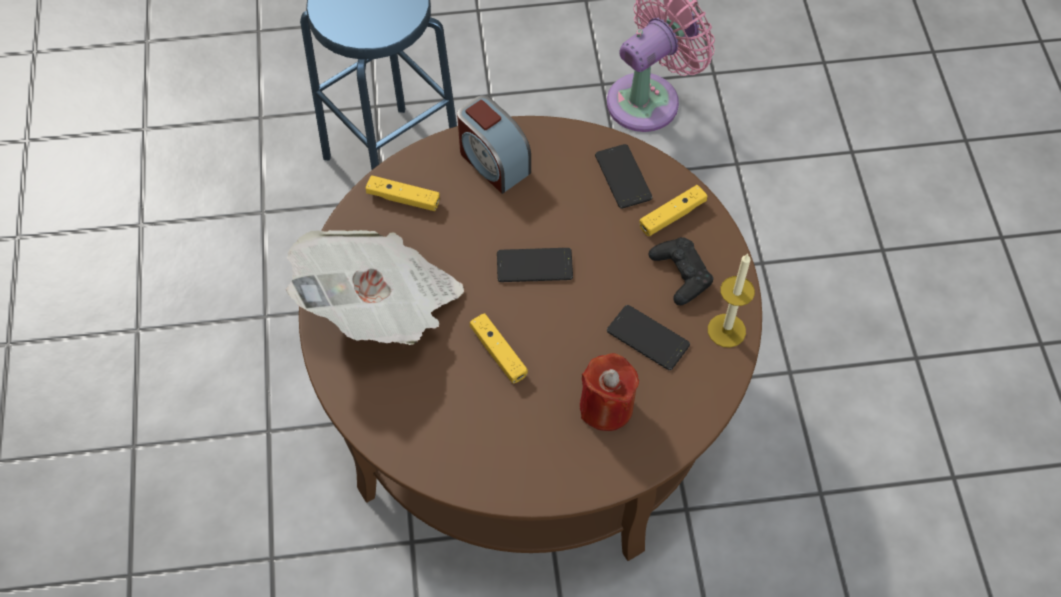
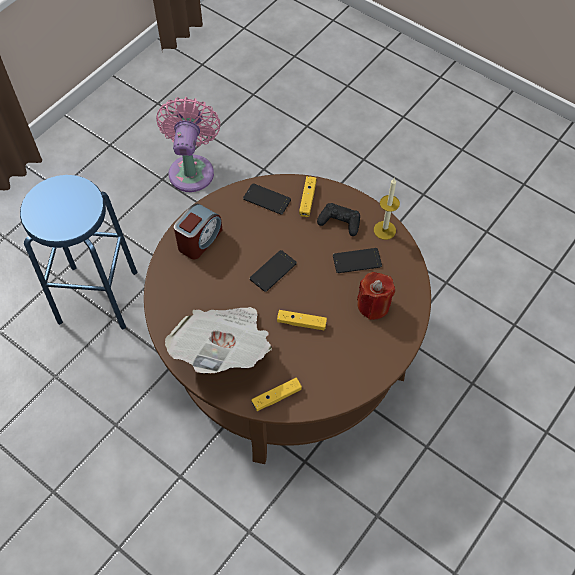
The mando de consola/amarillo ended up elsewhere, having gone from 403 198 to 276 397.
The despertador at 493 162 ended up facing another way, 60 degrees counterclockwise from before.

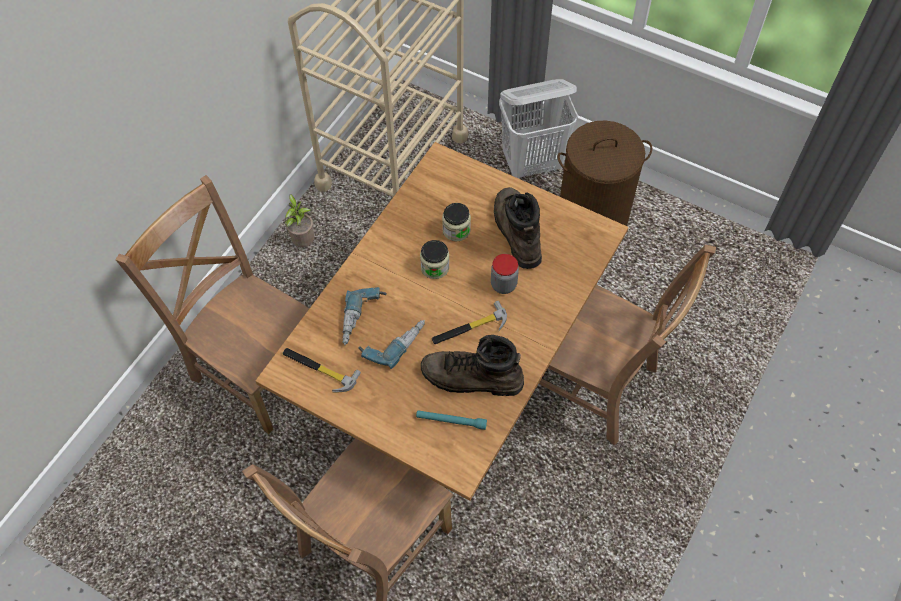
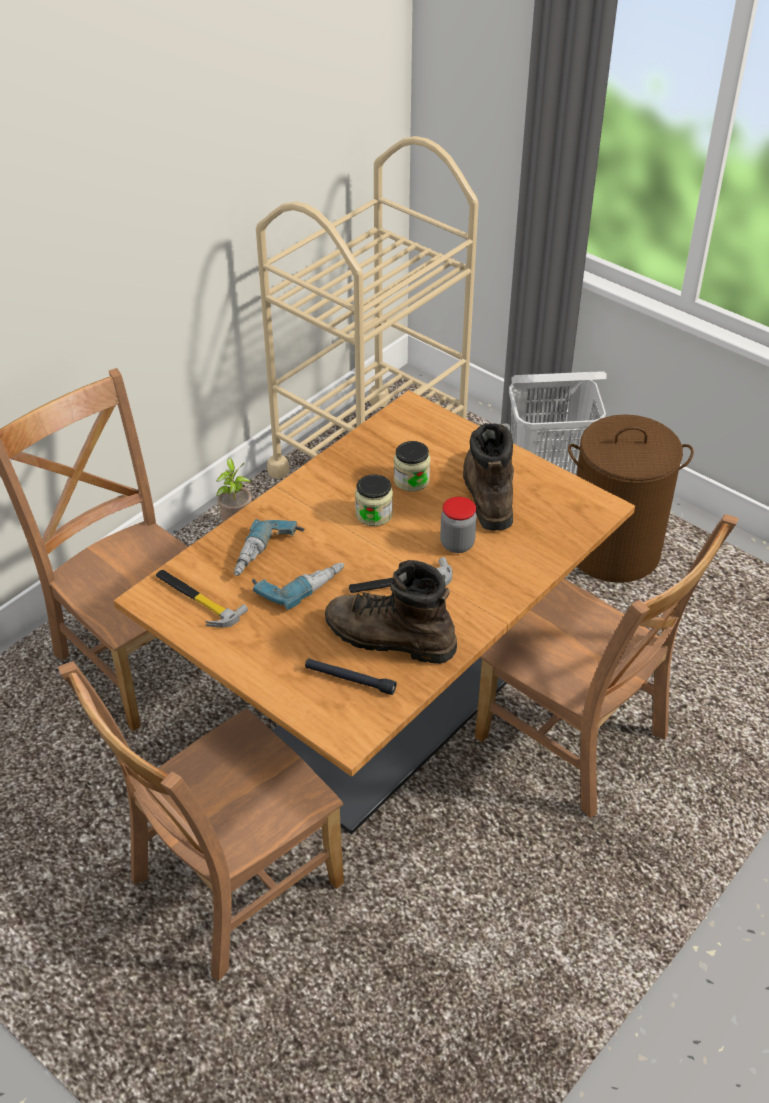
What was the linterna/turquesa at 451 421 turned into the linterna/negro at 349 680.

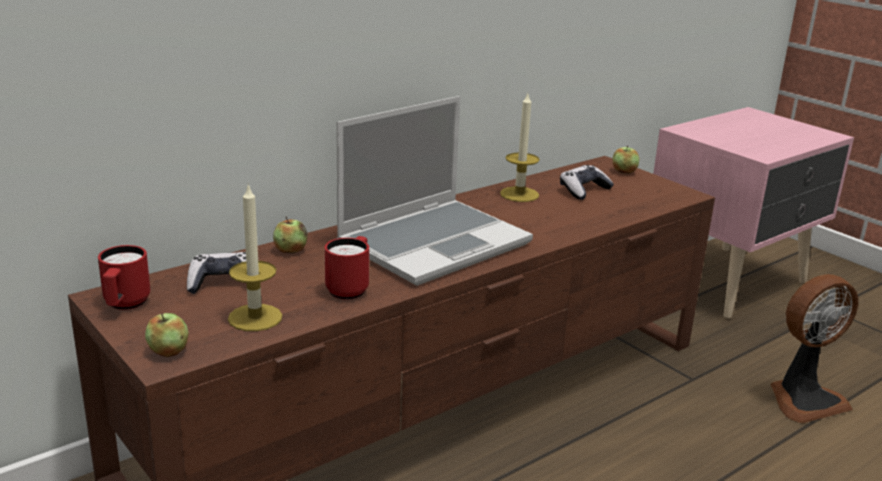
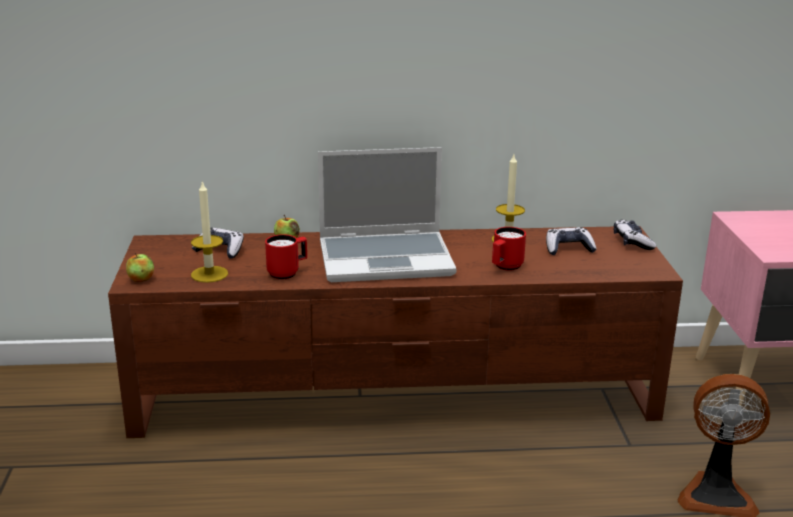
The taza grande/rojo ended up elsewhere, having gone from 124 305 to 505 267.
Where the manzana stood at 624 171, the mando de consola came to stand at 632 242.

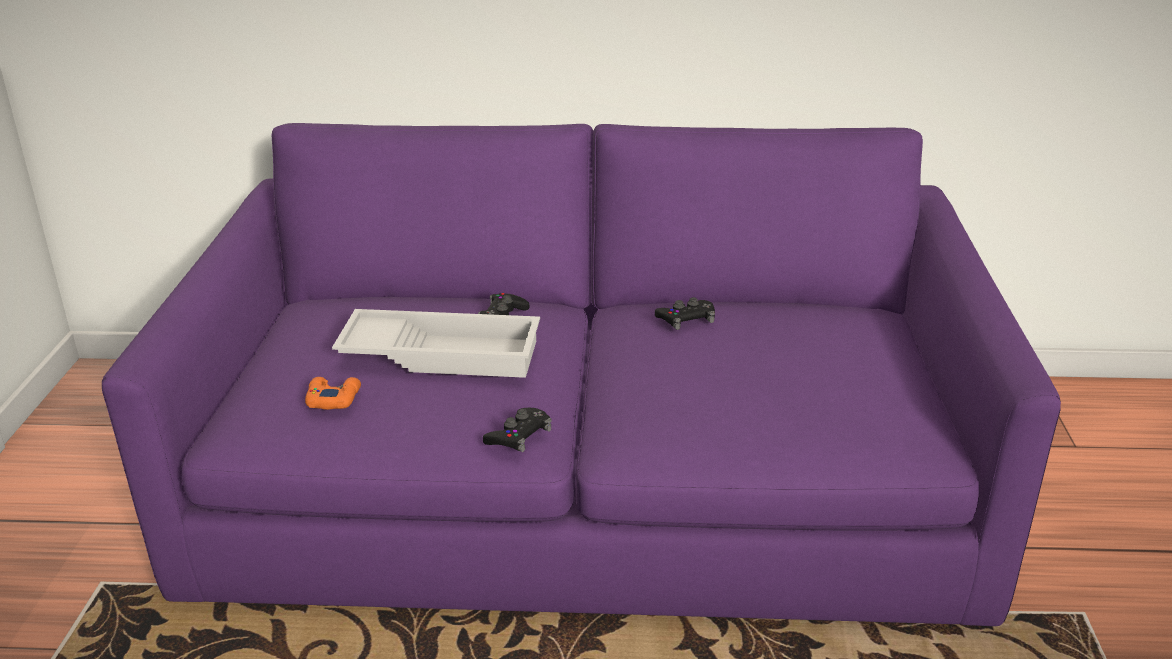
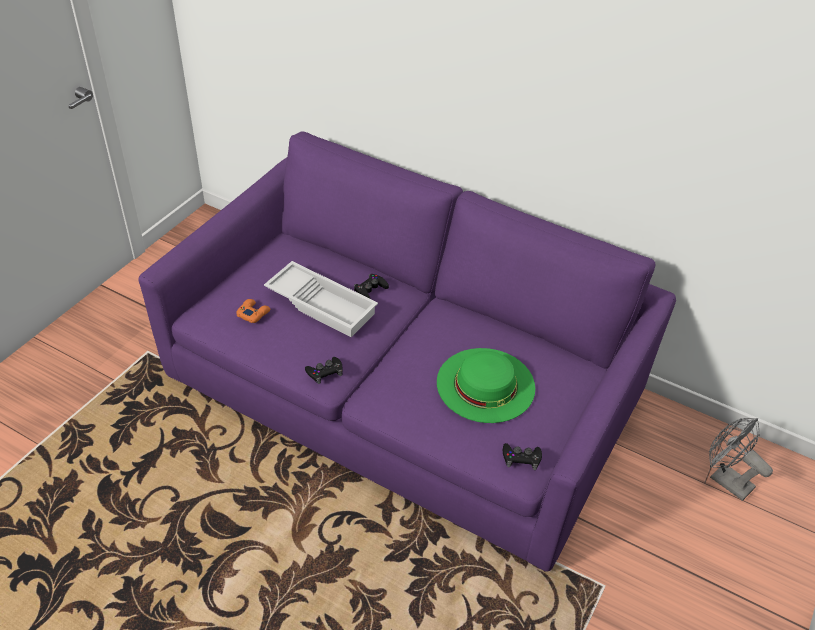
The second view gained the sombrero/verde at 485 384.
The second view gained the ventilador/gris at 725 479.
The mando de consola/negro ended up elsewhere, having gone from 686 319 to 521 458.

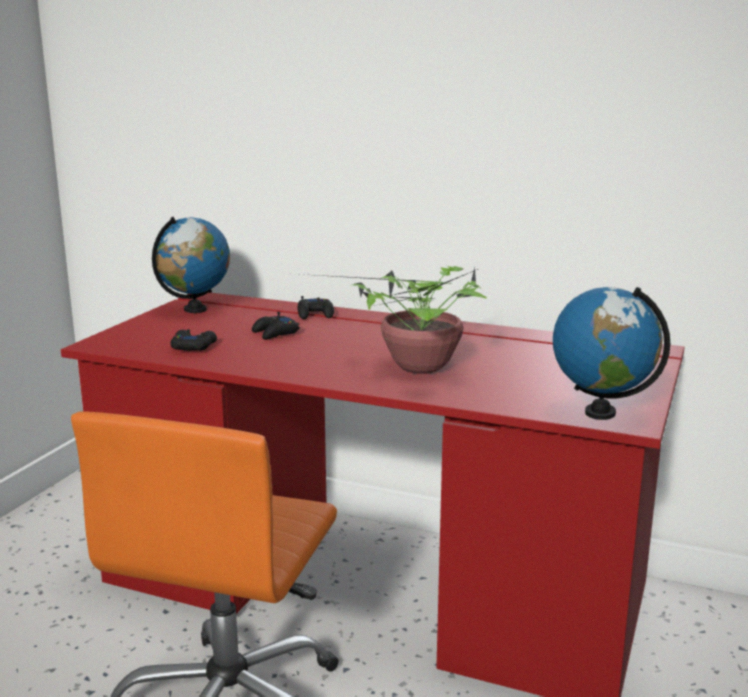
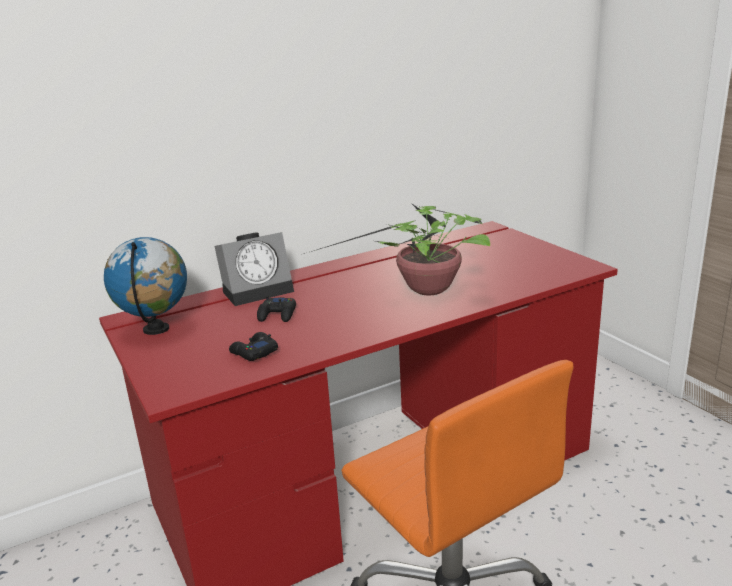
The second view lost the globo terráqueo at 600 413.
Where the mando de consola/negro stood at 315 314, the despertador came to stand at 259 290.

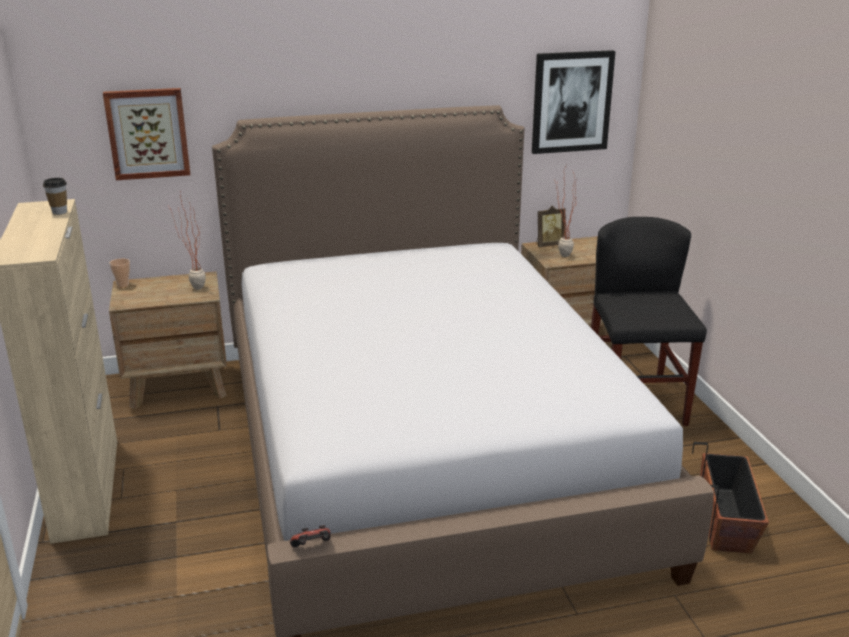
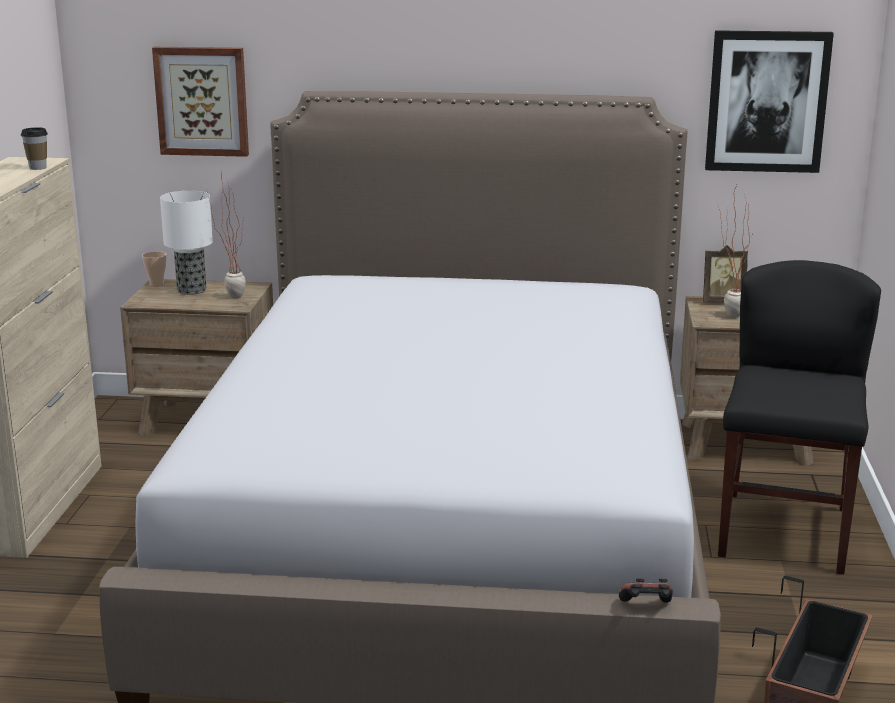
The second view gained the lámpara de mesa at 190 290.
The mando de consola ended up elsewhere, having gone from 312 547 to 646 607.

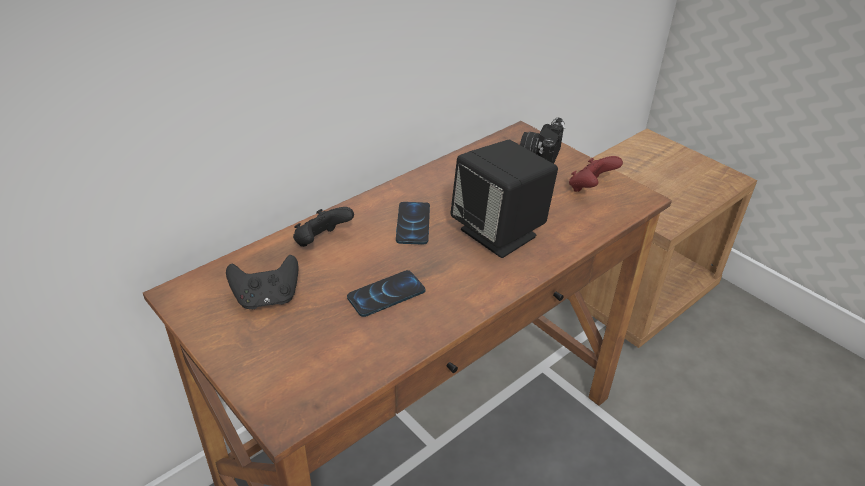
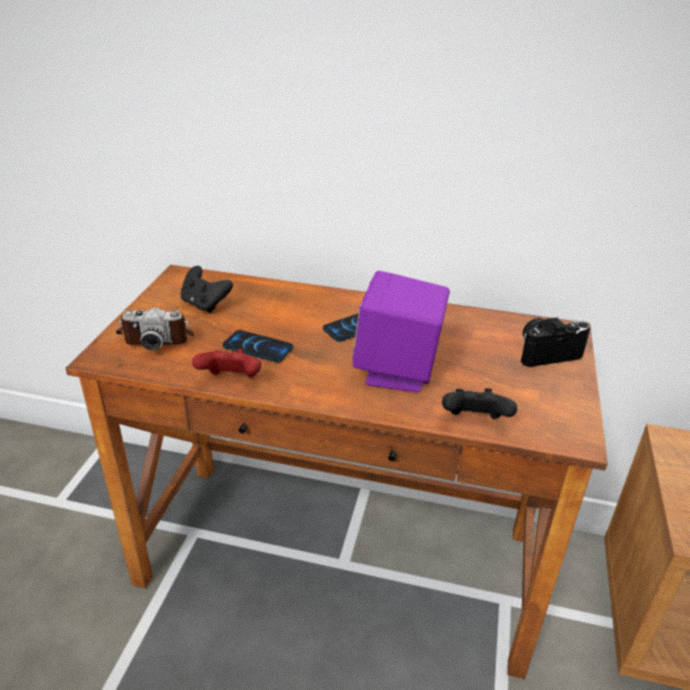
The second view gained the cámara at 157 336.
The mando de consola/negro ended up elsewhere, having gone from 321 242 to 474 422.
The mando de consola/rojo ended up elsewhere, having gone from 590 188 to 231 381.
What was the altavoz/negro at 499 233 turned into the altavoz/morado at 398 371.

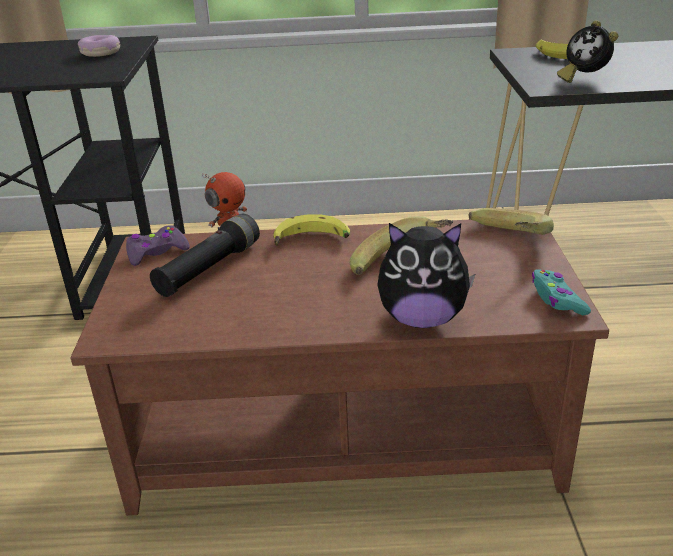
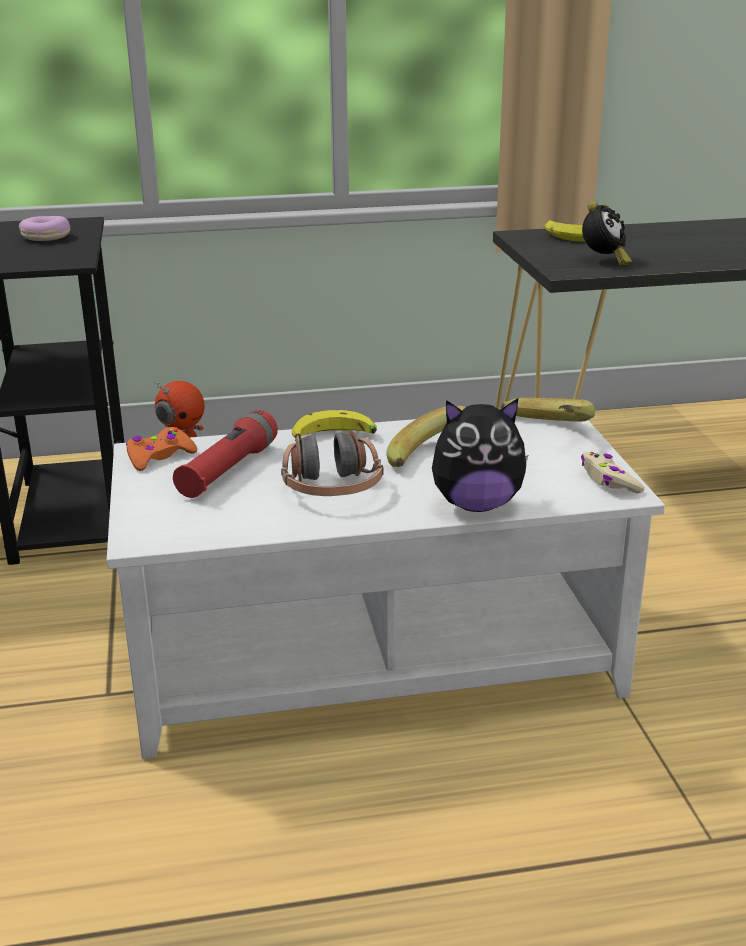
The second view gained the auriculares at 331 488.
What was the mesa de centro/marrón at 344 431 turned into the mesa de centro/blanco at 374 659.
What was the mando de consola/morado at 156 252 turned into the mando de consola/naranja at 159 457.
What was the linterna/negro at 209 269 turned into the linterna/rojo at 228 470.
What was the mando de consola/turquesa at 557 299 turned into the mando de consola/beis at 609 481.
The despertador at 583 78 ended up facing another way, 105 degrees counterclockwise from before.

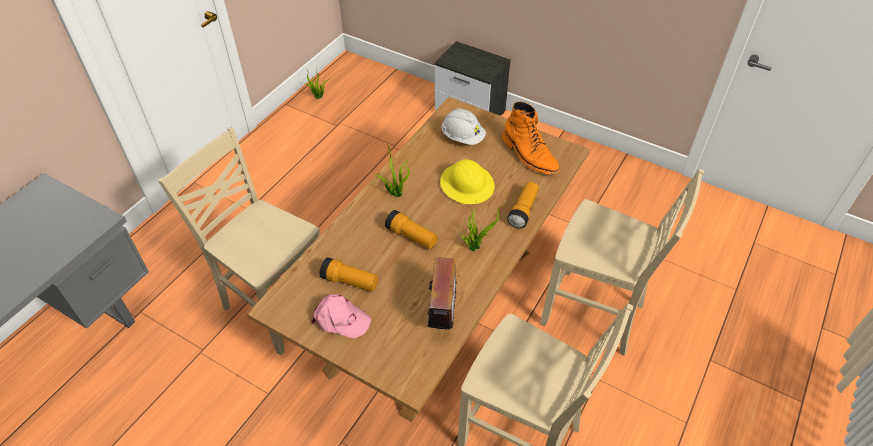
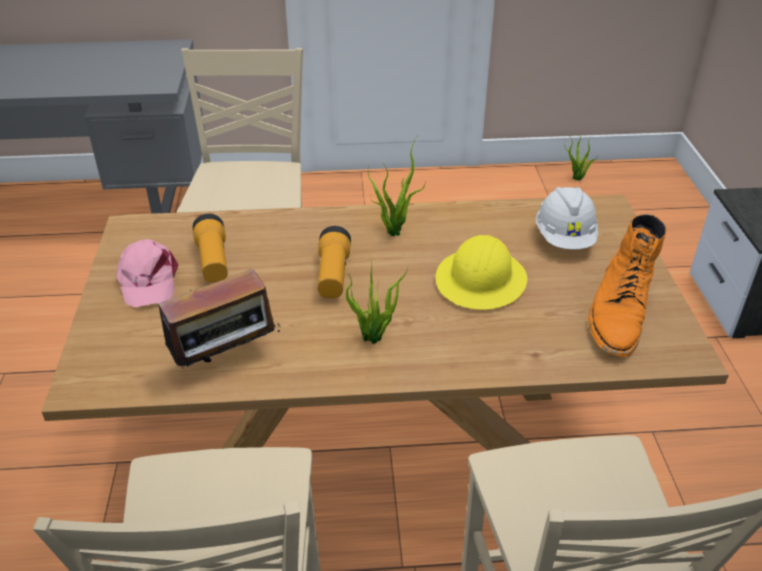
The second view lost the linterna at 523 210.

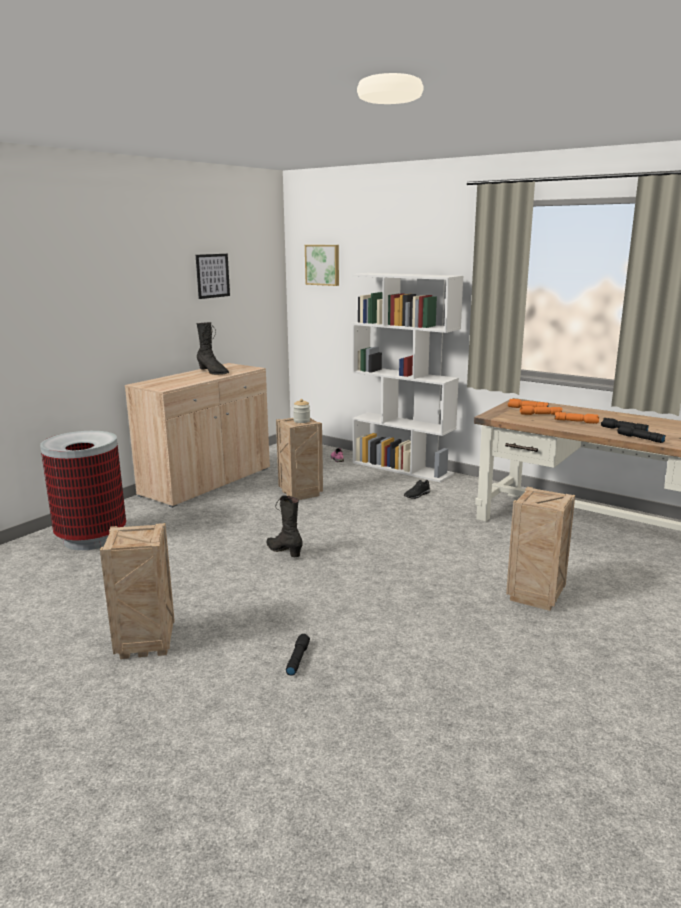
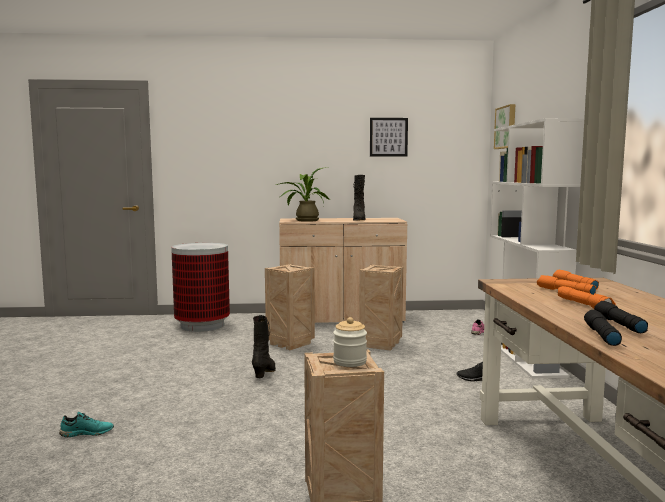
The second view gained the planta en maceta at 304 220.
The caja de embalaje ended up elsewhere, having gone from 144 644 to 289 344.
The tarro ended up elsewhere, having gone from 301 421 to 350 362.
Where the linterna/negro stood at 297 659, the zapato/turquesa came to stand at 87 433.

